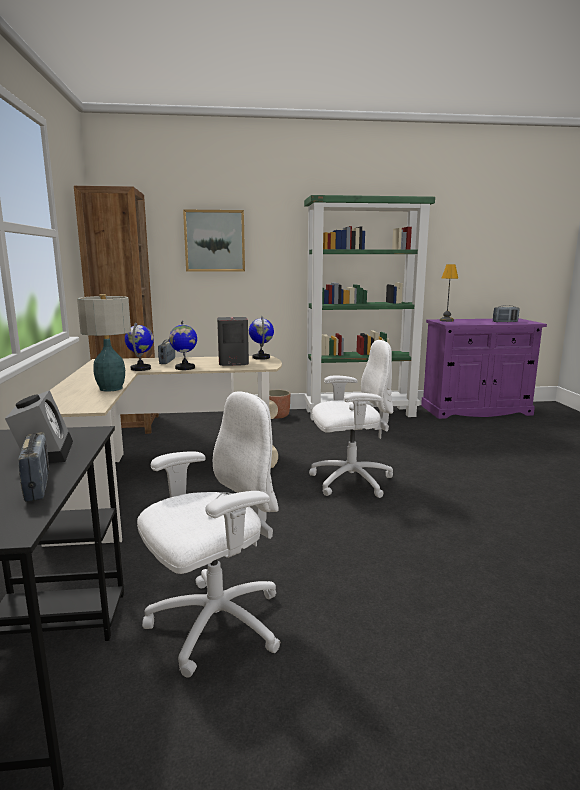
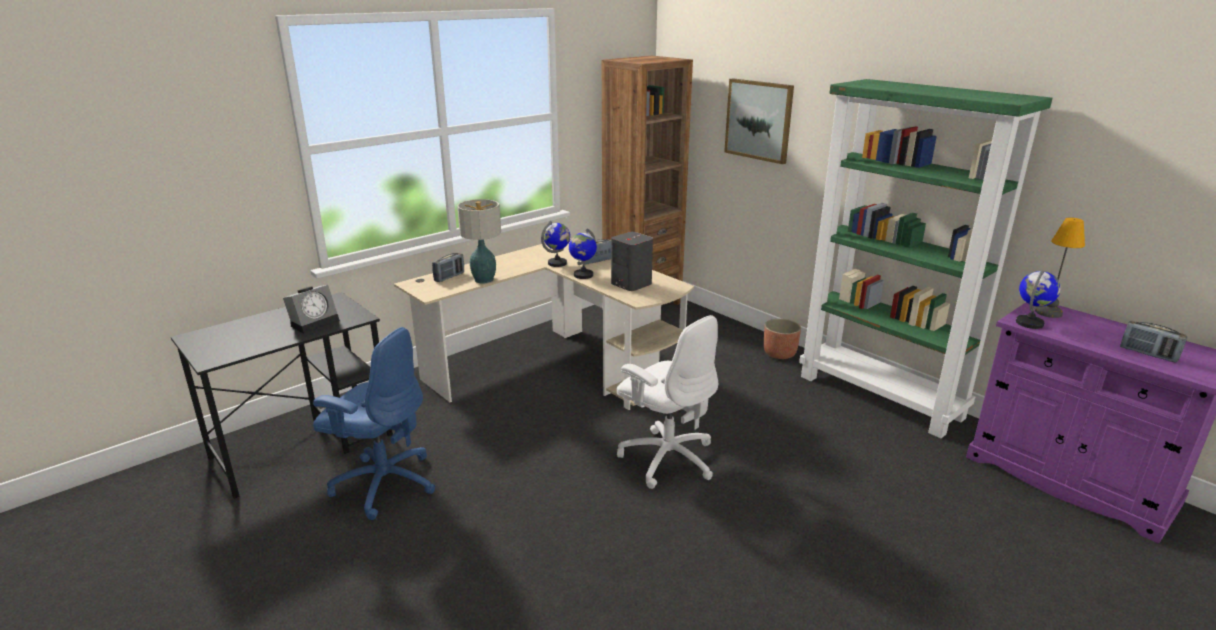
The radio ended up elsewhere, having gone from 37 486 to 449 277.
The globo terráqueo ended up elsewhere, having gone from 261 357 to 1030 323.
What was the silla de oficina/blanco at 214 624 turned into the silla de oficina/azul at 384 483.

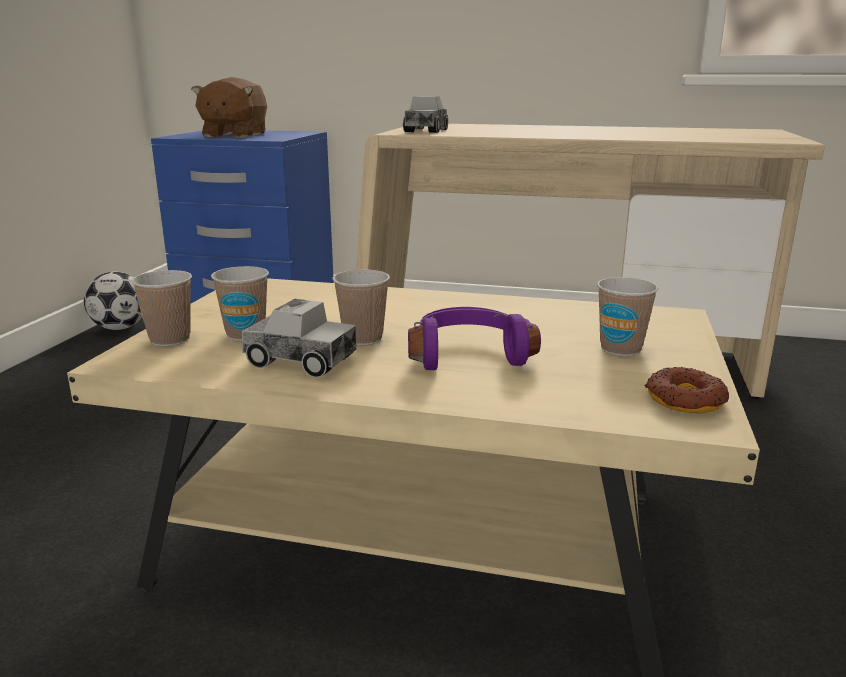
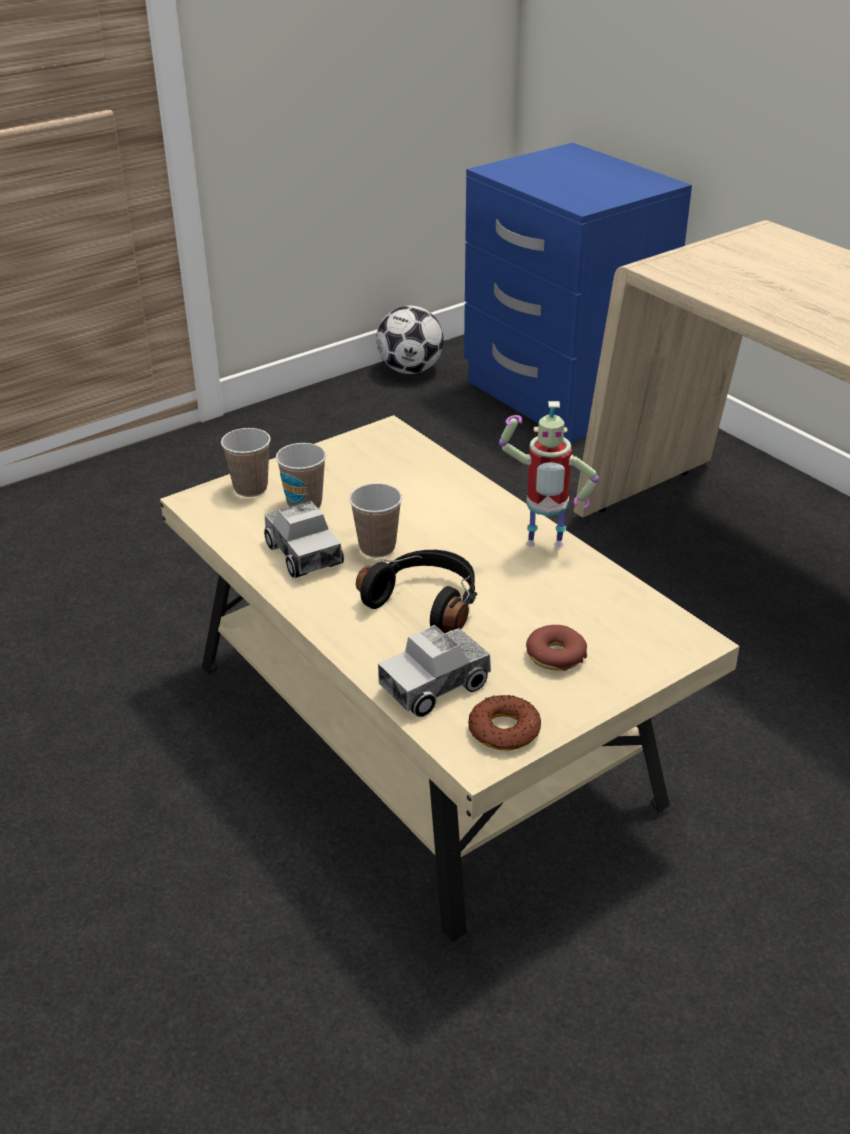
The second view lost the peluche/marrón at 234 135.
The second view gained the robot de juguete at 543 547.
The camión de juguete ended up elsewhere, having gone from 426 130 to 435 685.
Where the taza stood at 620 349, the rosquilla came to stand at 555 656.
What was the auriculares/morado at 467 354 turned into the auriculares/negro at 426 602.

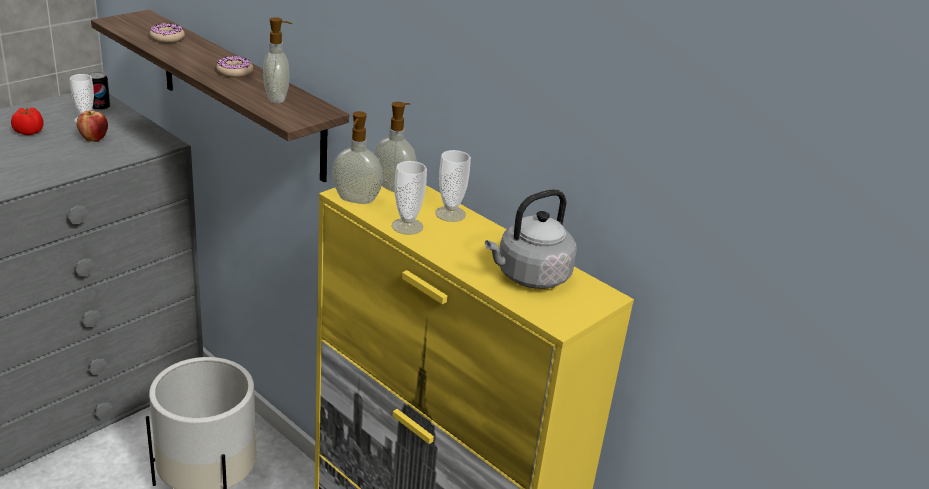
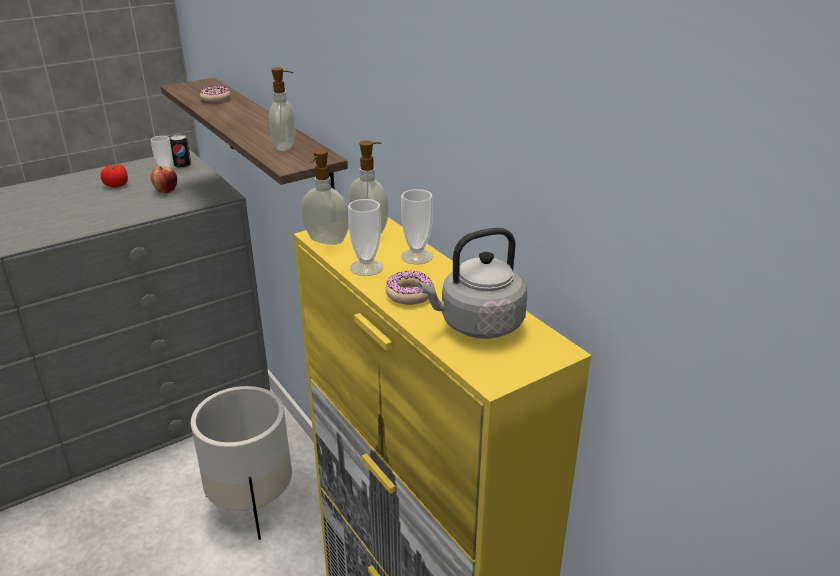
The rosquilla ended up elsewhere, having gone from 235 72 to 409 294.

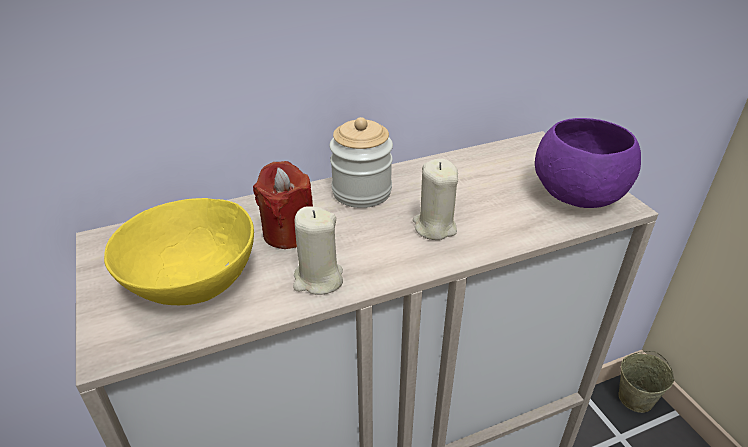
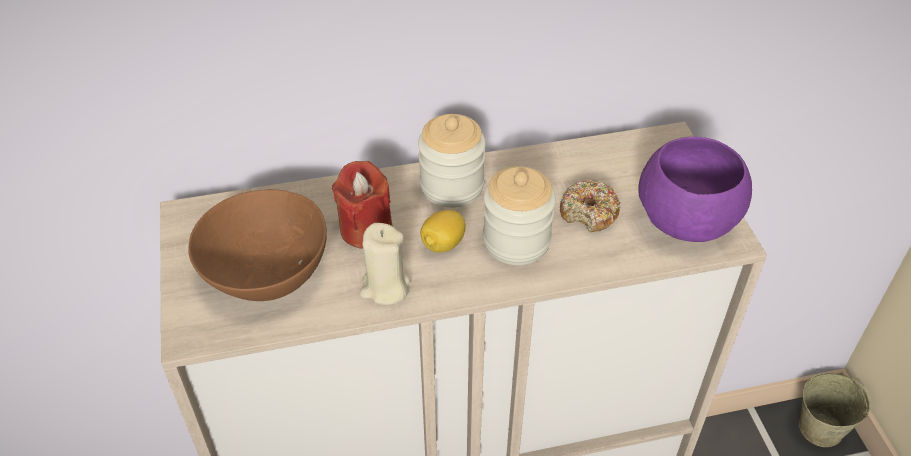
The second view gained the limón at 443 244.
The second view gained the rosquilla at 589 213.
Where the vela/beis stood at 434 227, the tarro came to stand at 516 241.
What was the cuenco/amarillo at 191 279 turned into the cuenco/marrón at 265 271.

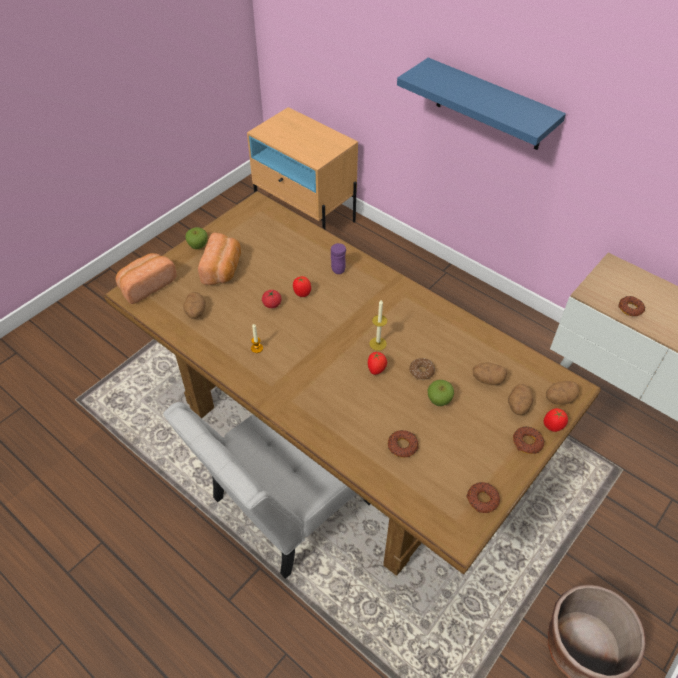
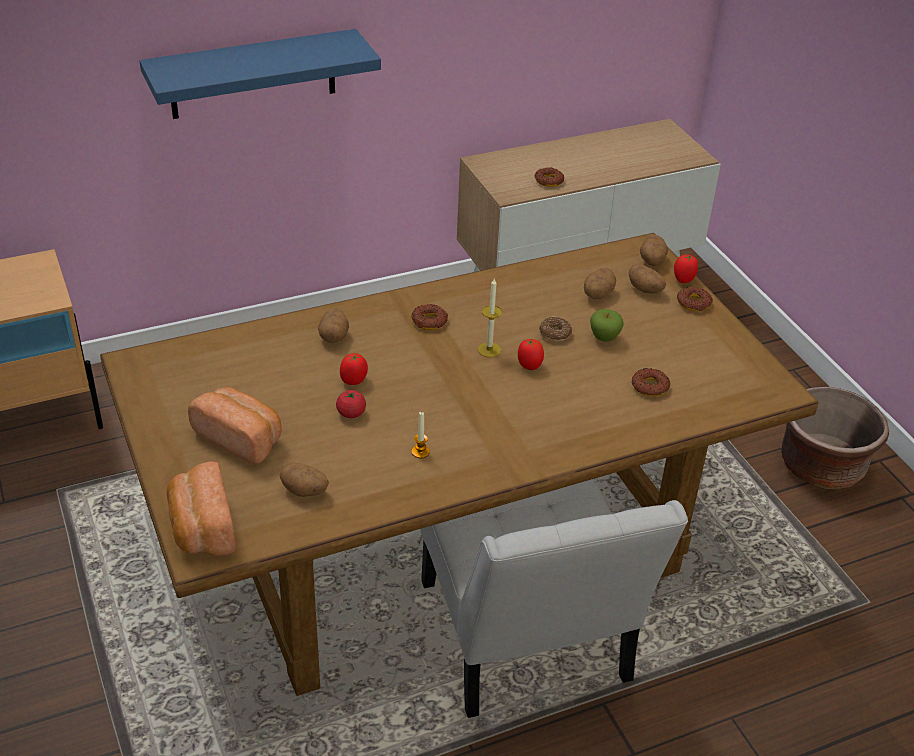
The second view lost the manzana at 198 246.
The rosquilla ended up elsewhere, having gone from 482 499 to 429 321.
Where the taza grande/morado stood at 336 268, the patata came to stand at 334 336.

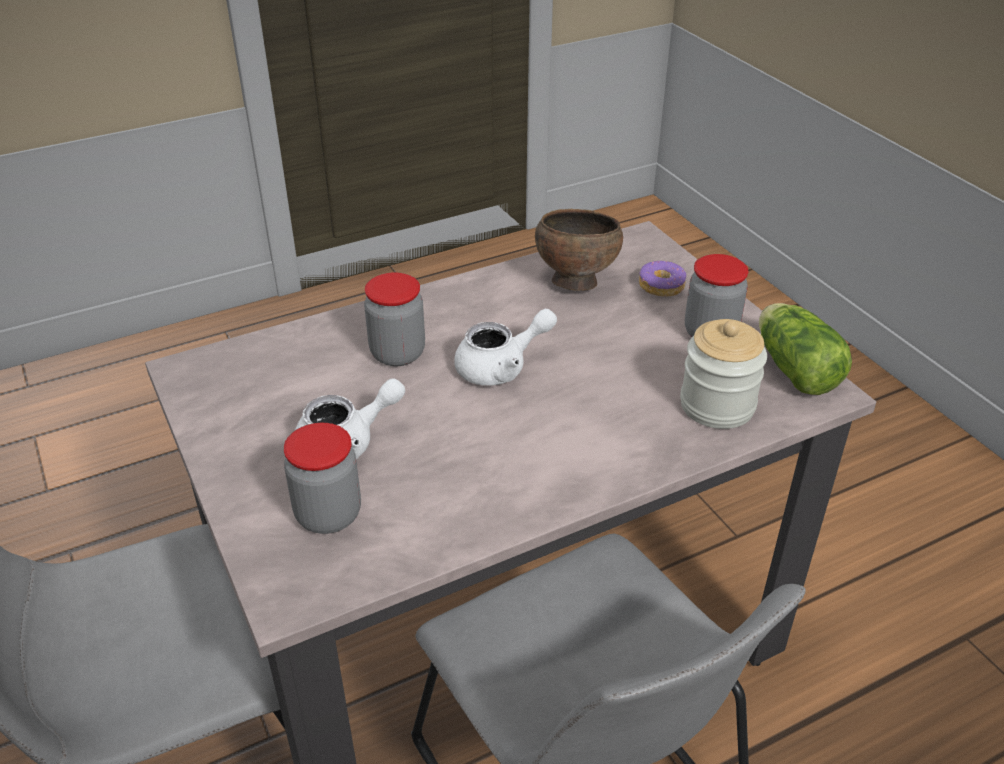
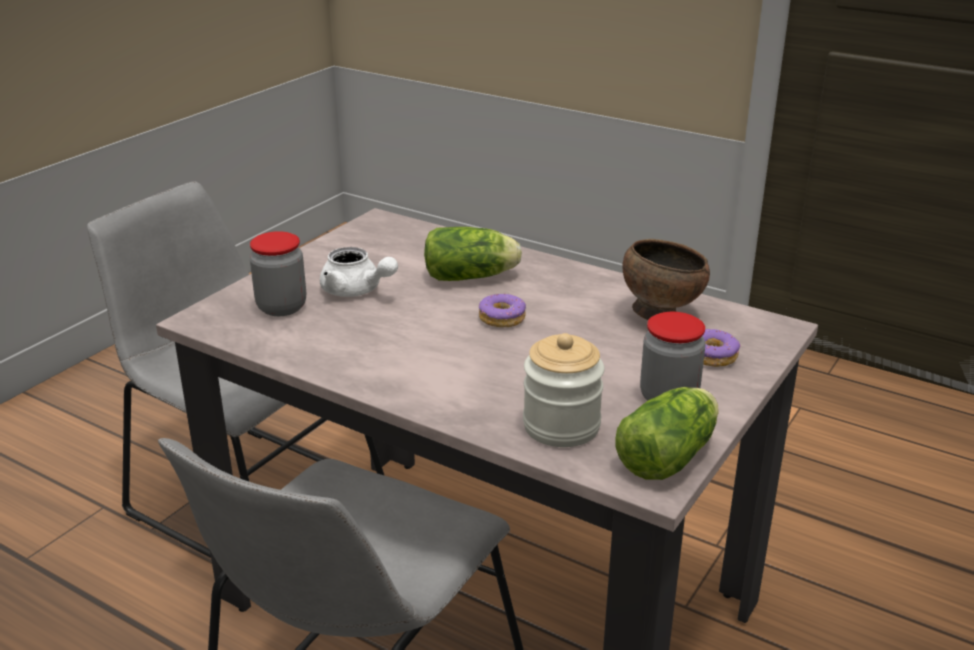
Where the tarro stood at 397 353, the lechuga came to stand at 473 277.
Where the tetera/blanco stood at 501 367, the rosquilla came to stand at 502 318.

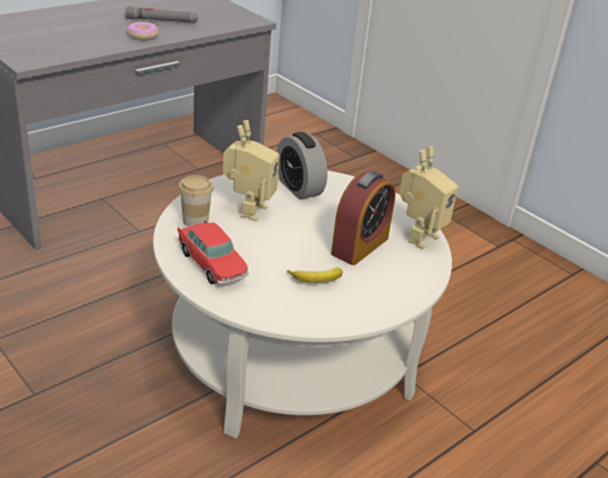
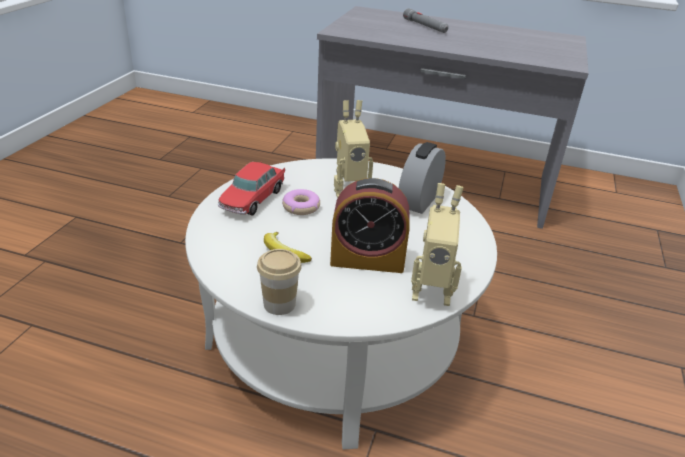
The linterna/gris ended up elsewhere, having gone from 161 21 to 425 26.
The rosquilla ended up elsewhere, having gone from 142 36 to 301 207.
The taza ended up elsewhere, having gone from 195 221 to 279 304.

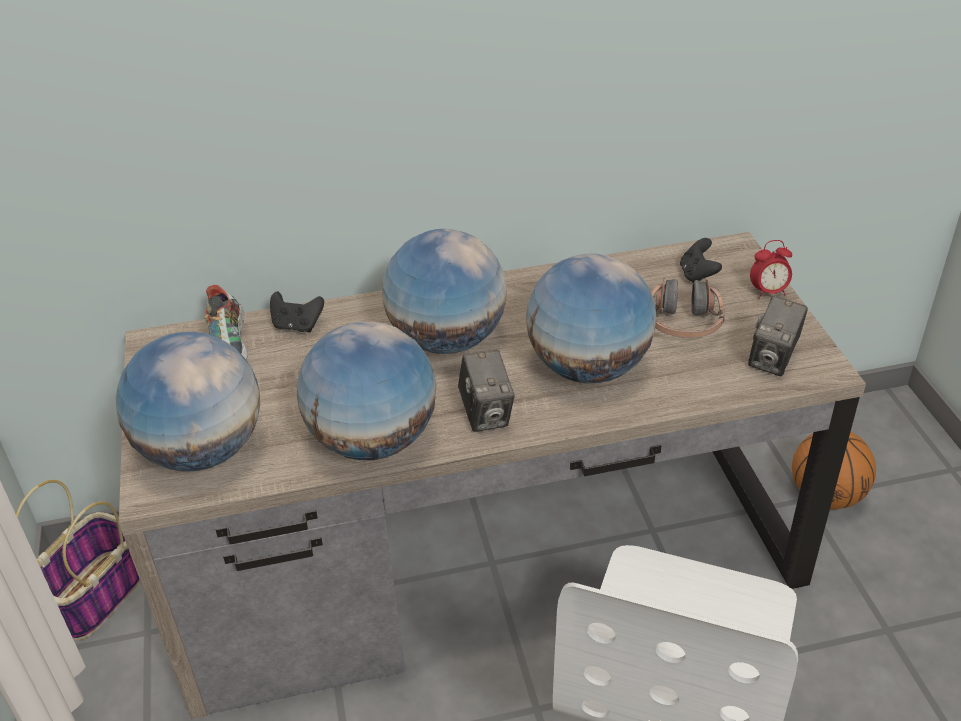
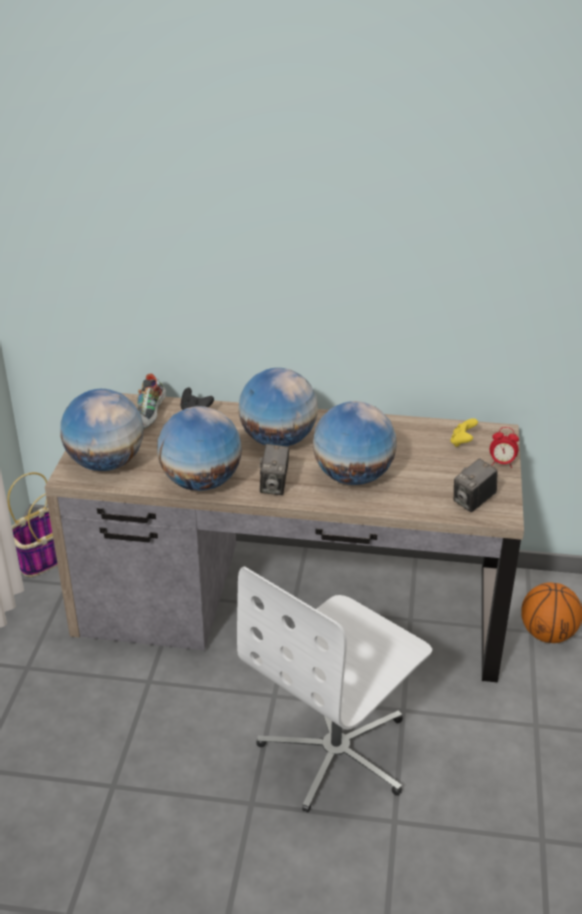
The second view lost the auriculares at 683 323.
What was the mando de consola/negro at 697 275 turned into the mando de consola/amarillo at 462 442.

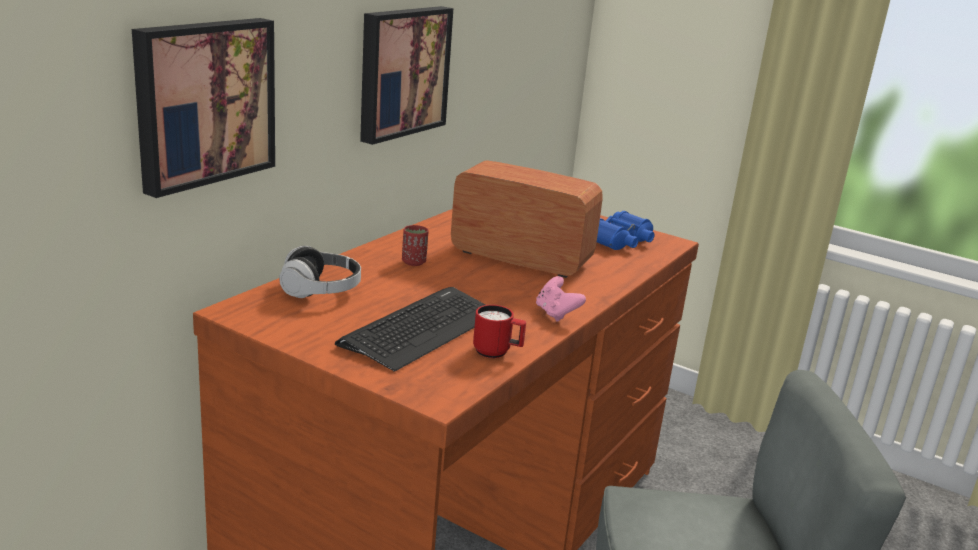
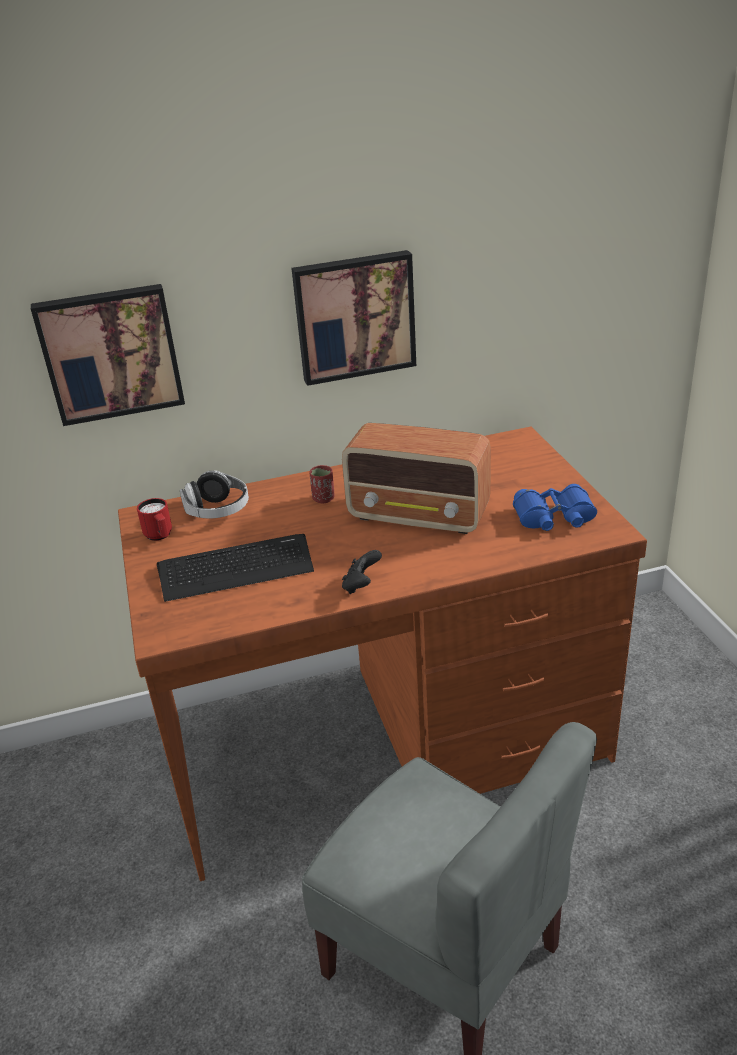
The taza grande/rojo ended up elsewhere, having gone from 497 353 to 160 537.
What was the mando de consola/rosa at 556 314 turned into the mando de consola/negro at 361 585.
The radio at 519 258 ended up facing another way, 135 degrees clockwise from before.

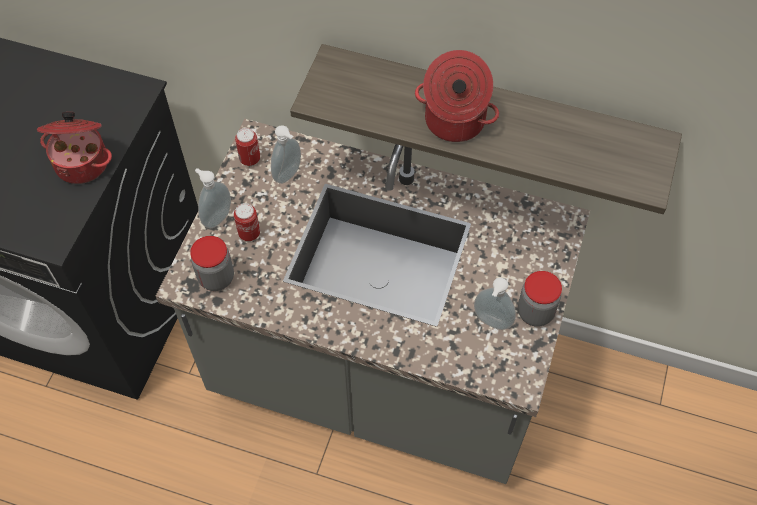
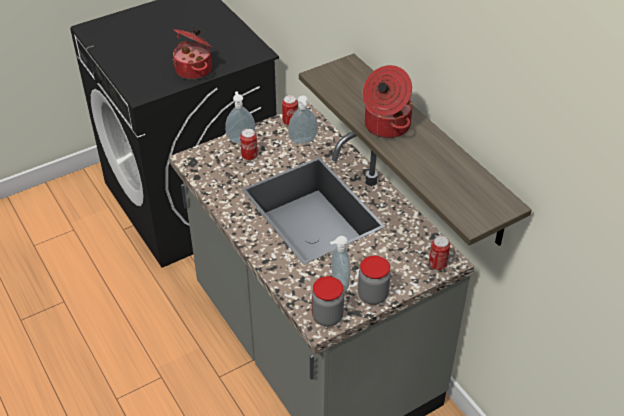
The second view gained the lata at 437 265.
The tarro ended up elsewhere, having gone from 216 277 to 327 316.

